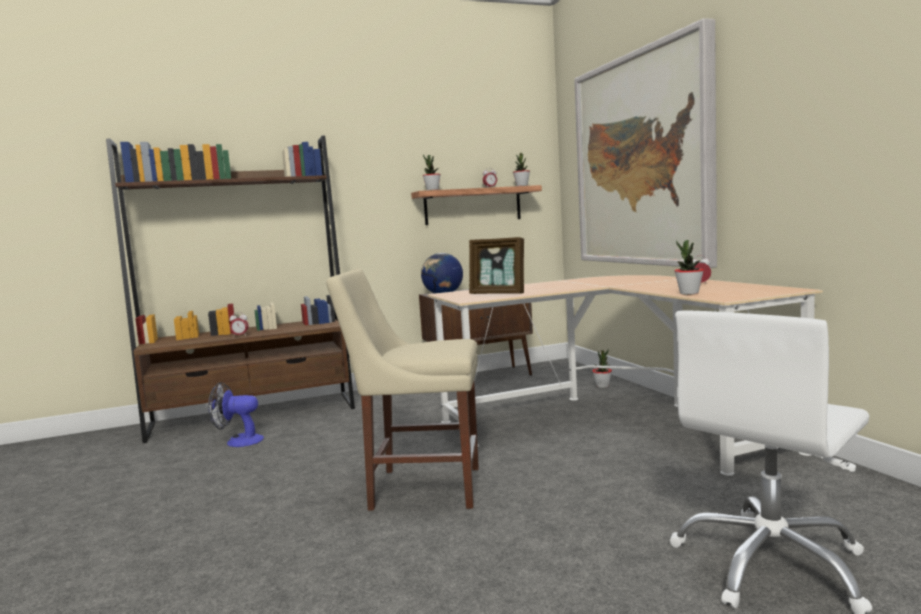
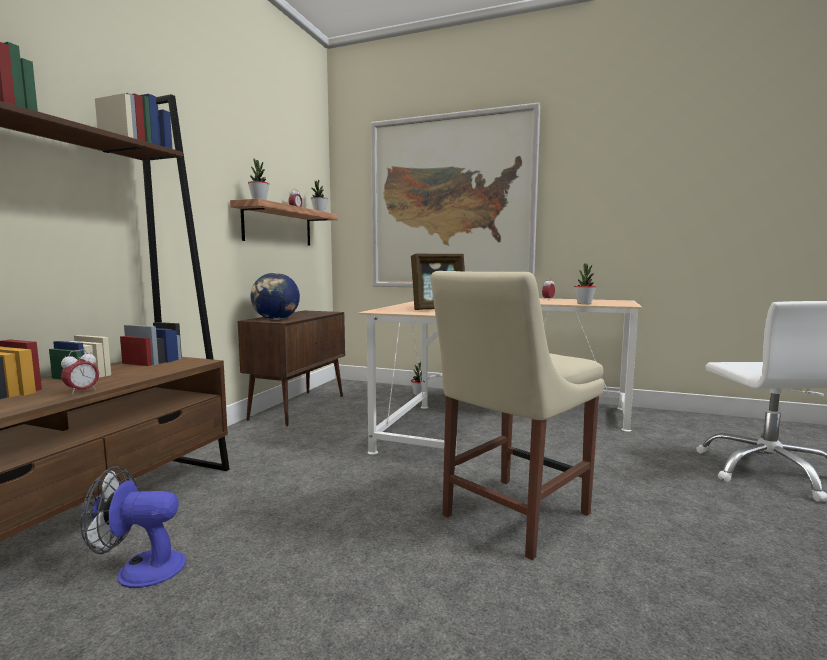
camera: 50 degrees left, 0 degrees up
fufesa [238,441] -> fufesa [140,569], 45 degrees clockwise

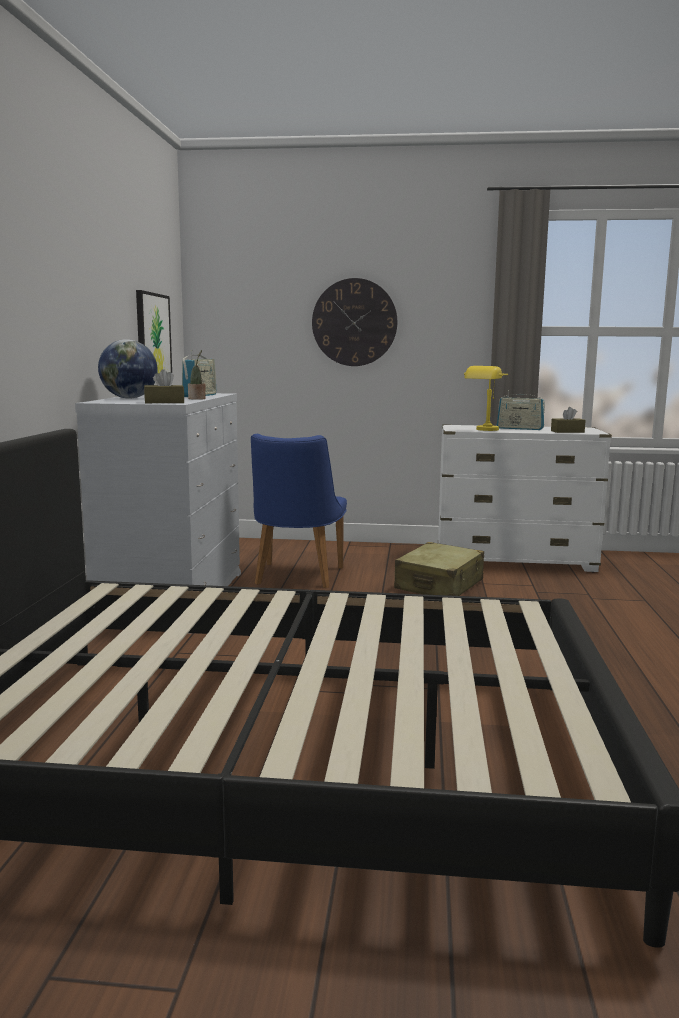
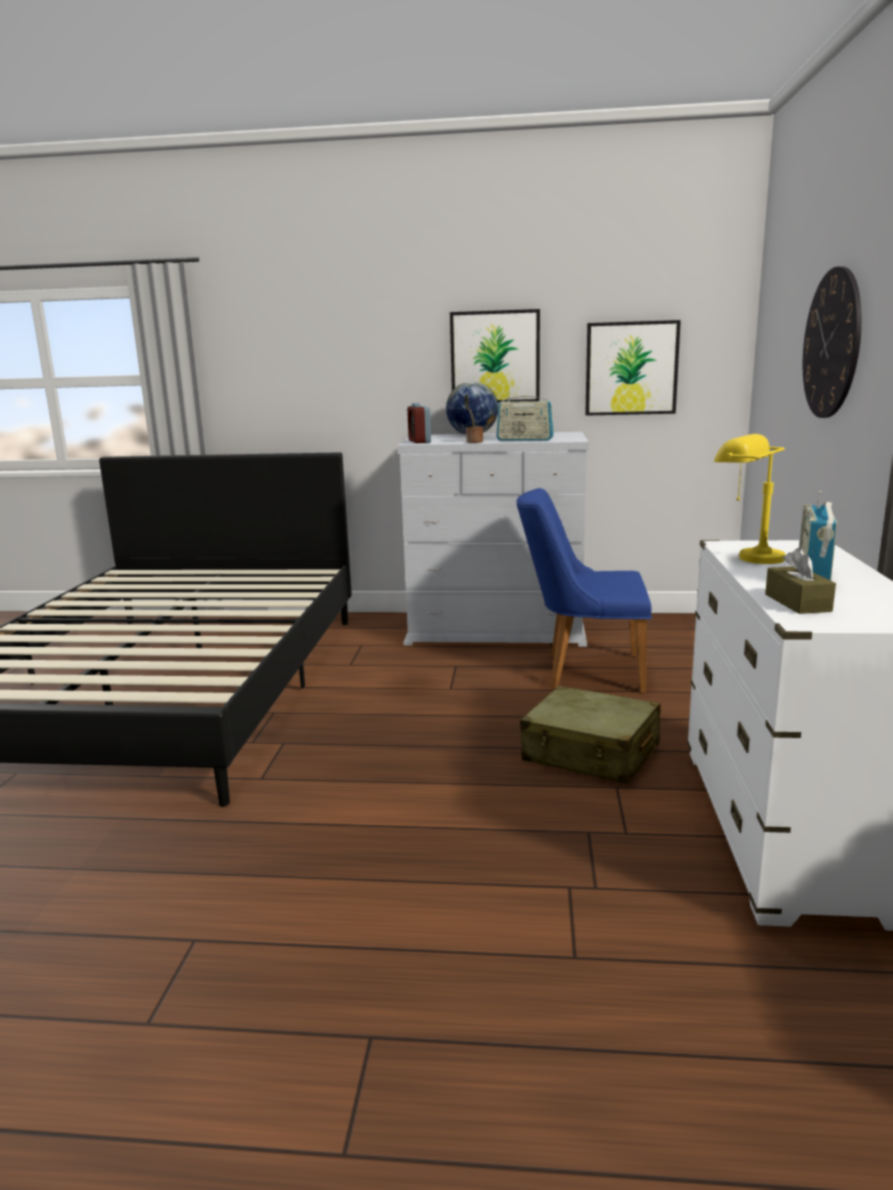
camera: 90 degrees right, 5 degrees up
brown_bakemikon [164,402] -> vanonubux [419,441]
none -> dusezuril [495,357]

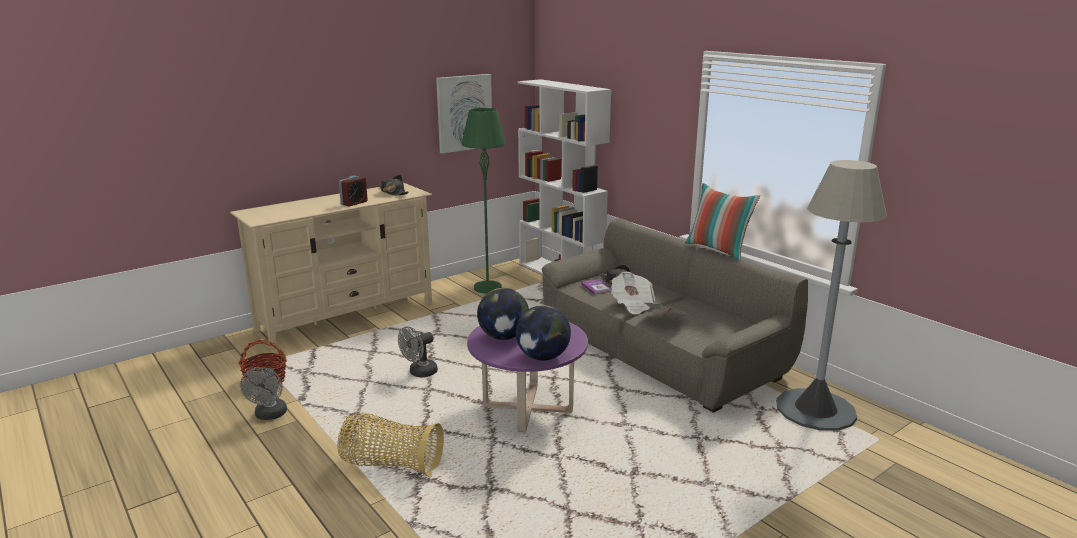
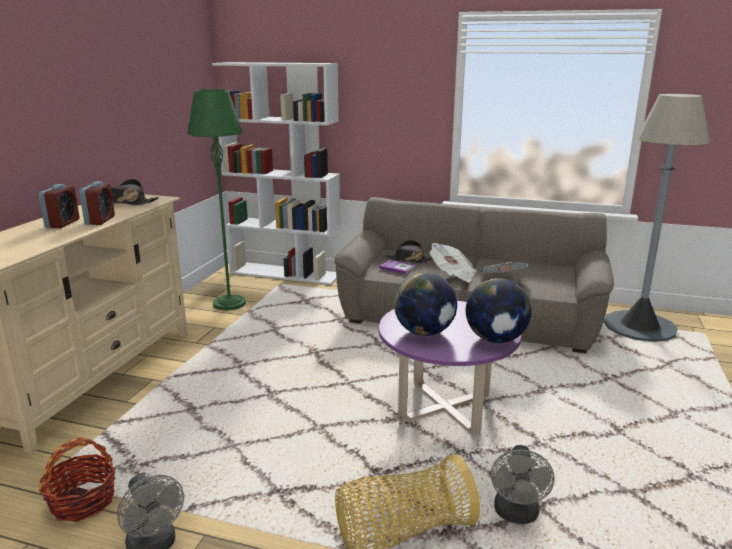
camera: 35 degrees left, 0 degrees up
none -> vanonubux [62,224]
grey_fufesa [419,373] -> grey_fufesa [516,515], move
dusezuril [464,113] -> none
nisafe [718,250] -> none

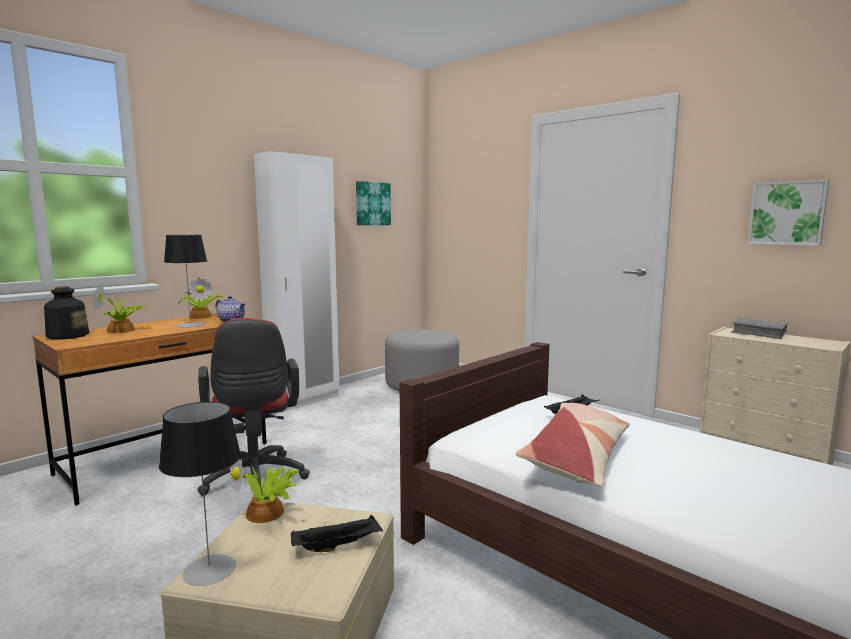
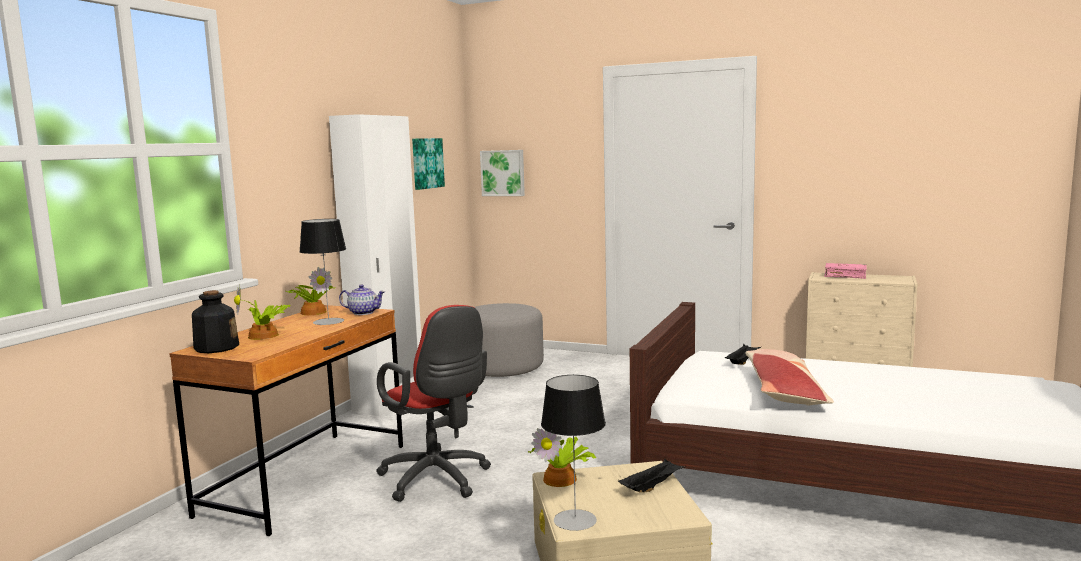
camera: 20 degrees left, 0 degrees up
dusezuril [787,213] -> dusezuril [503,173], move
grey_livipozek [758,334] -> pink_livipozek [845,276]

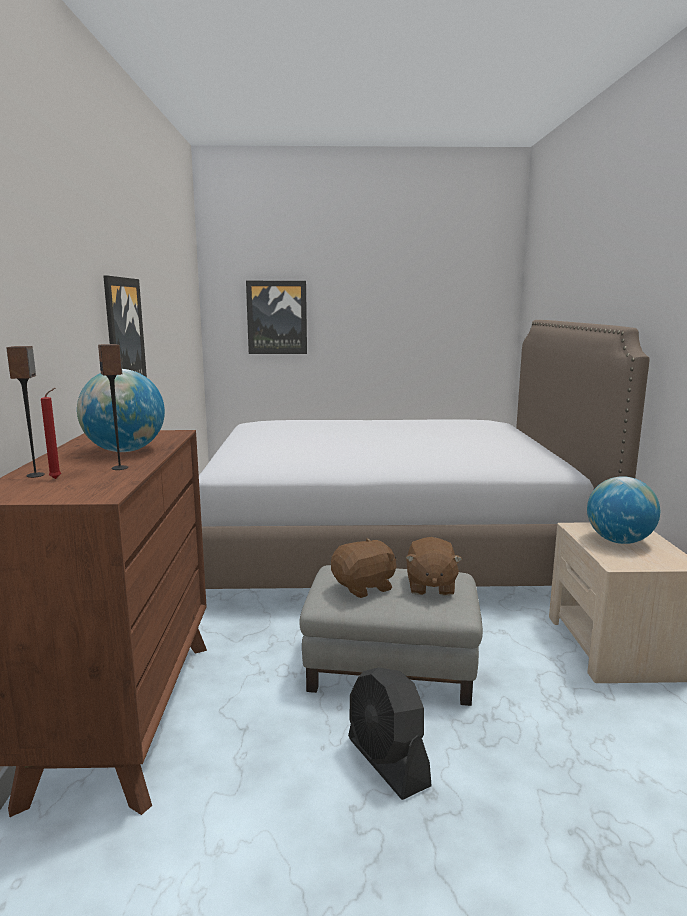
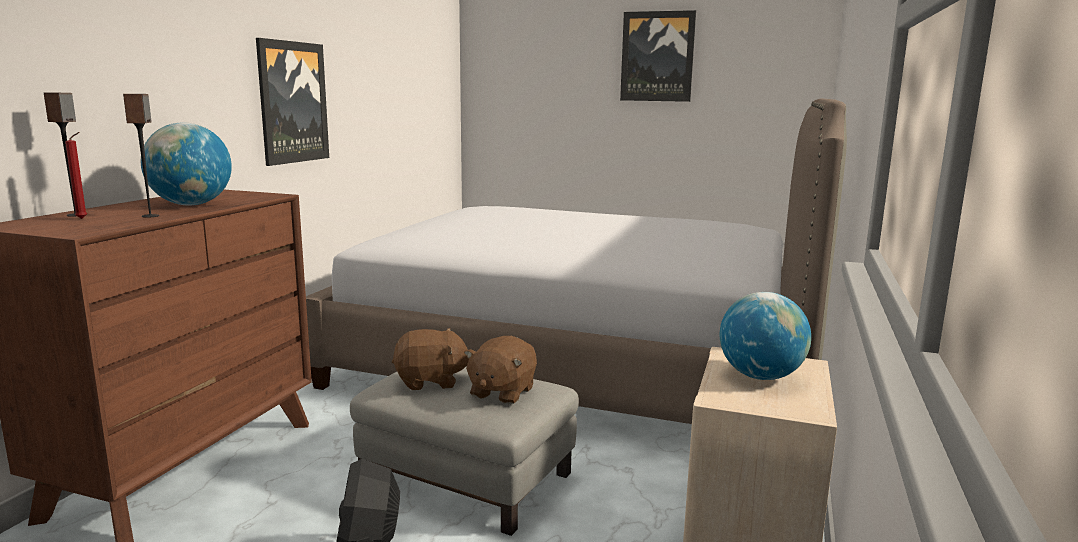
camera: 20 degrees right, 0 degrees up
dusezuril [277,317] -> dusezuril [657,56], move

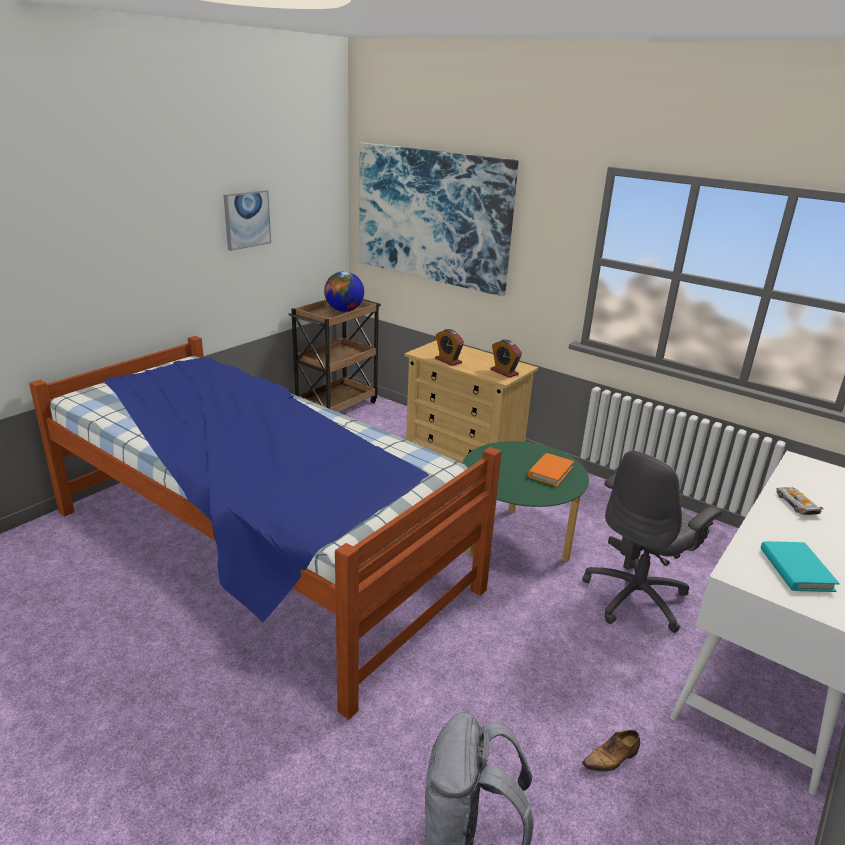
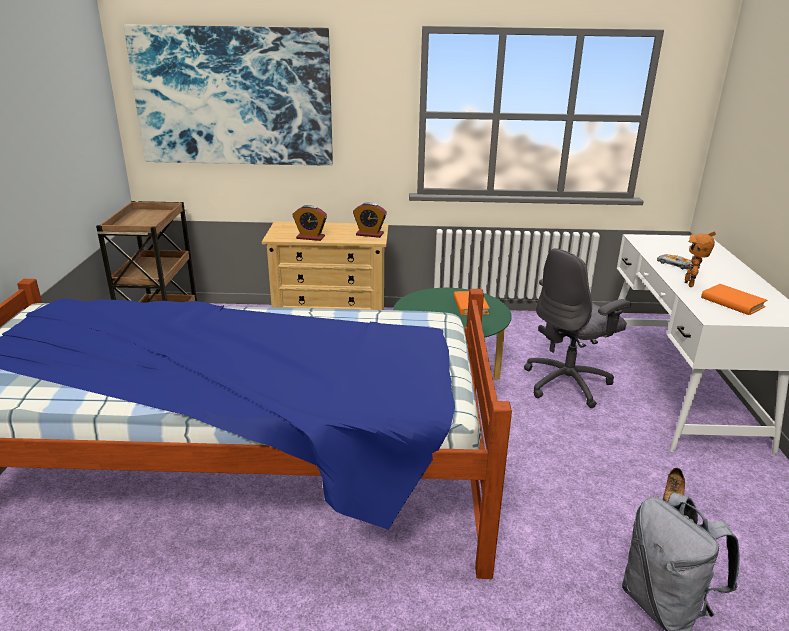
camera: 35 degrees left, 0 degrees up
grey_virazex [637,597] -> grey_virazex [568,383], 45 degrees clockwise
none -> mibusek [691,284]
turquoise_livipozek [796,569] -> orange_livipozek [732,302]
dusezuril [247,219] -> none
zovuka [344,310] -> none

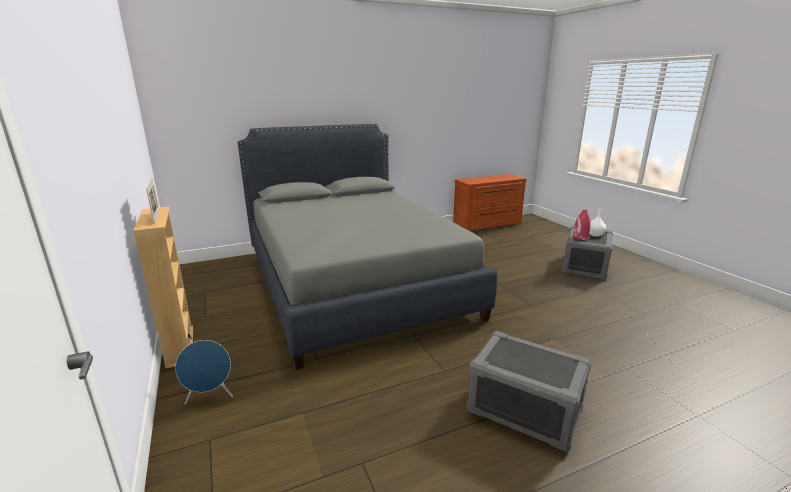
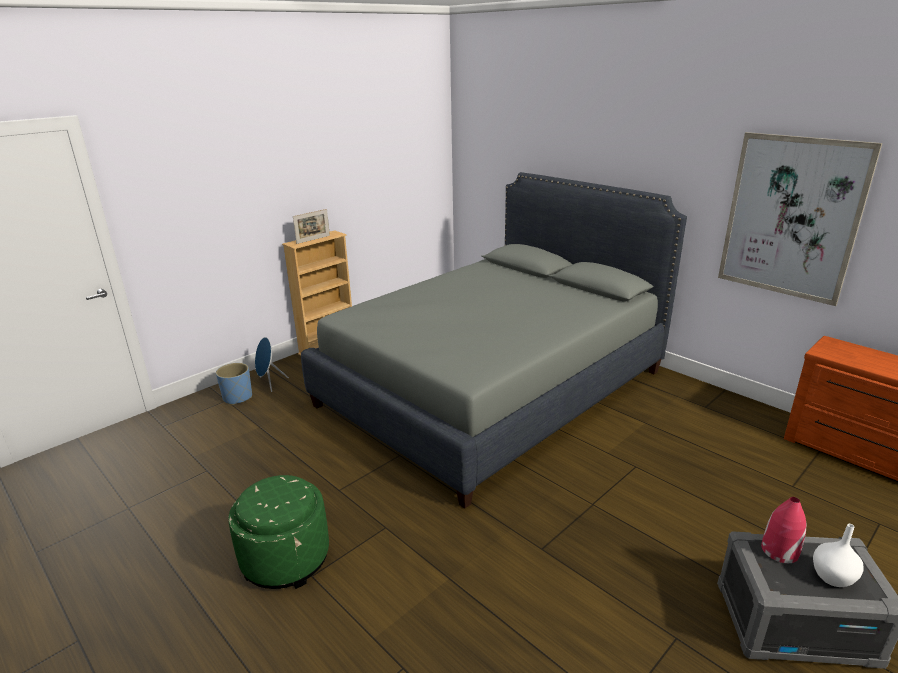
camera: 70 degrees right, 5 degrees up
none -> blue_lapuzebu [238,397]
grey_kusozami [523,409] -> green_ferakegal [286,559]
none -> dusezuril [791,217]

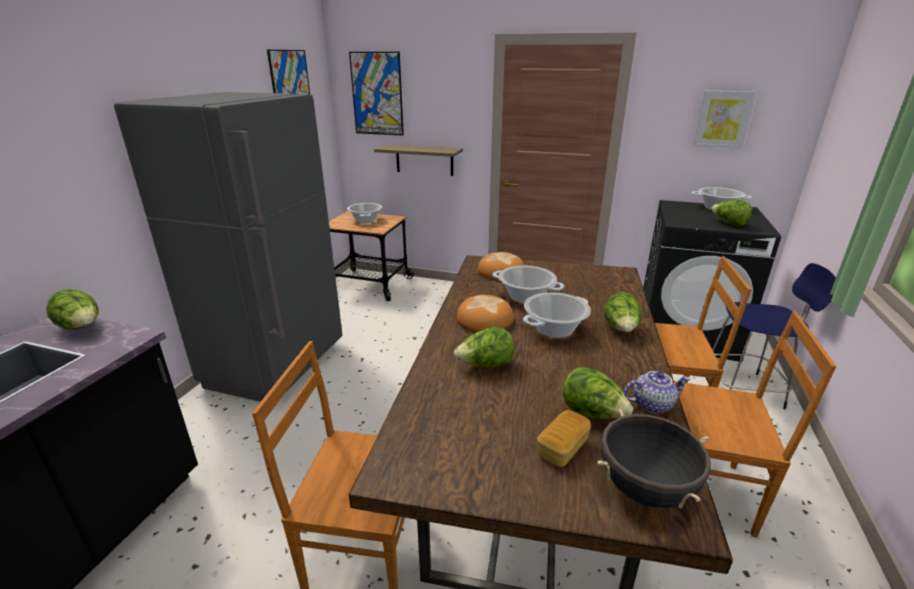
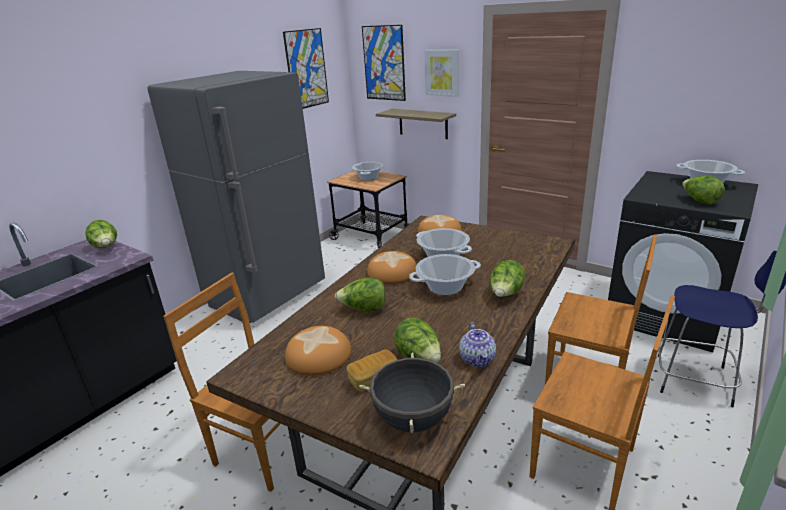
camera: 20 degrees right, 0 degrees up
none -> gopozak [318,356]
dusezuril [722,119] -> dusezuril [442,73], move
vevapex [652,404] -> vevapex [478,359], 75 degrees clockwise

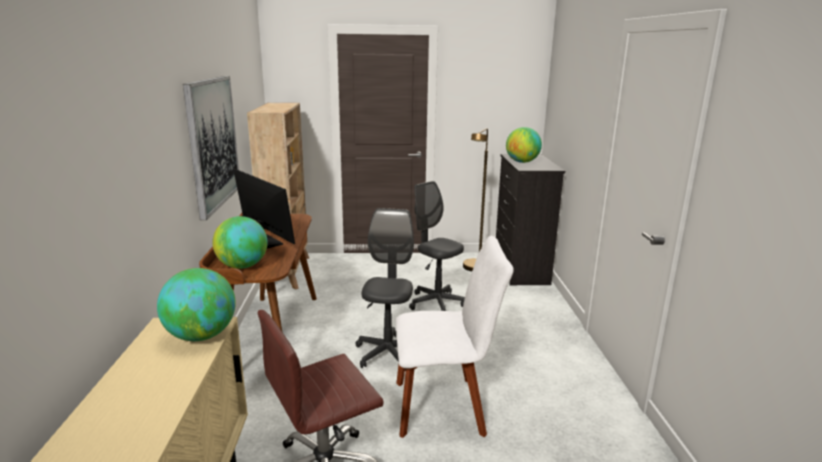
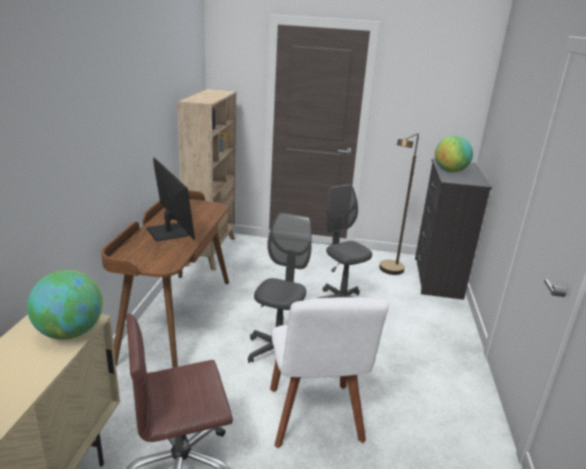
camera: 10 degrees right, 5 degrees up
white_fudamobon [444,407] -> white_fudamobon [315,418], 75 degrees clockwise
dusezuril [212,143] -> none
zovuka [242,266] -> none

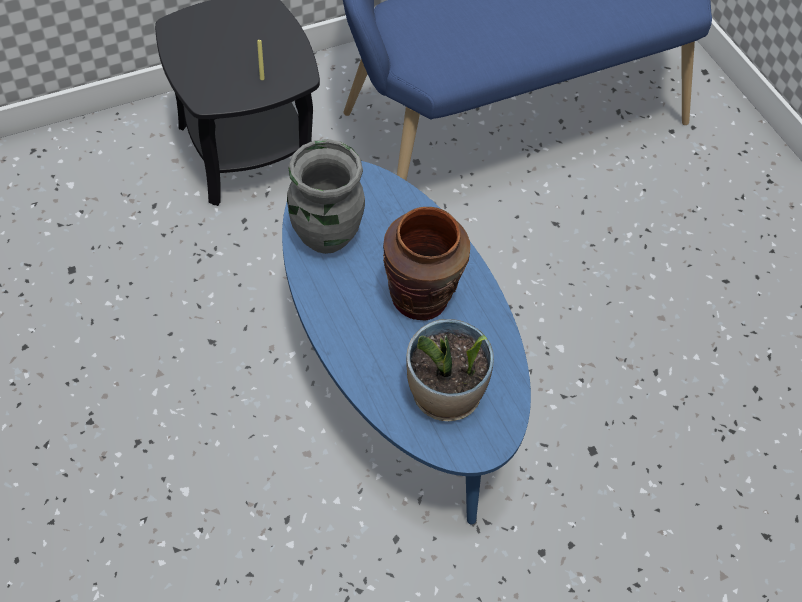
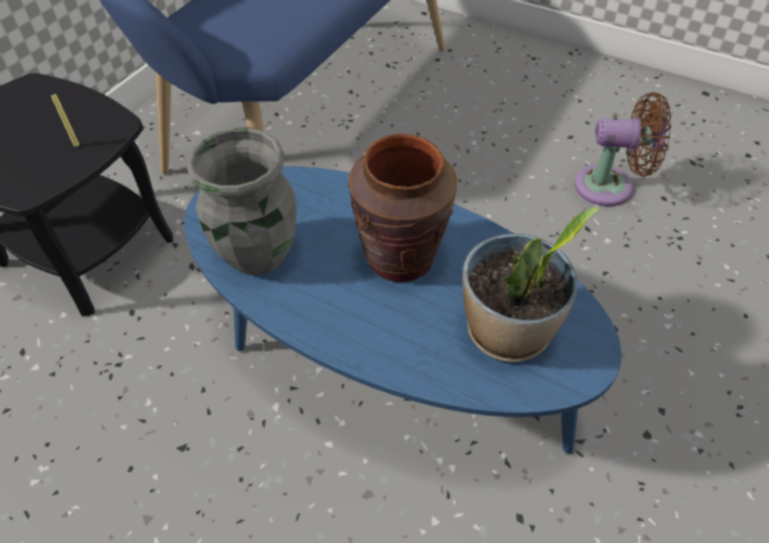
camera: 30 degrees left, 5 degrees down
none -> brown_fufesa [610,187]

